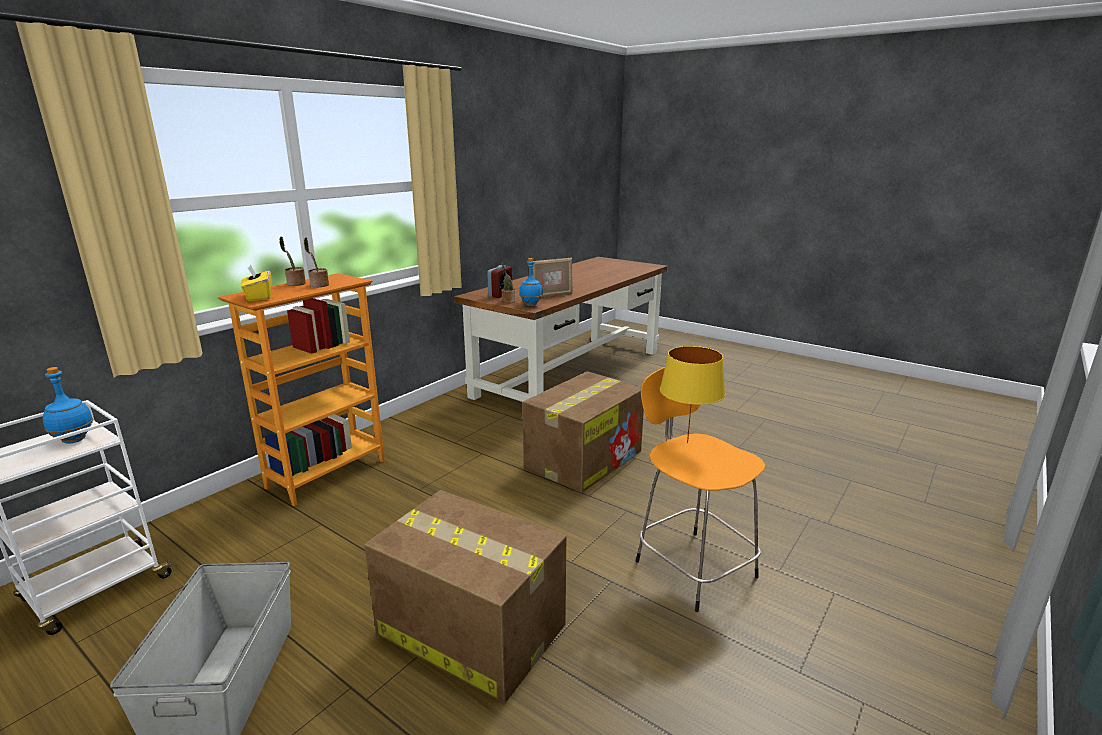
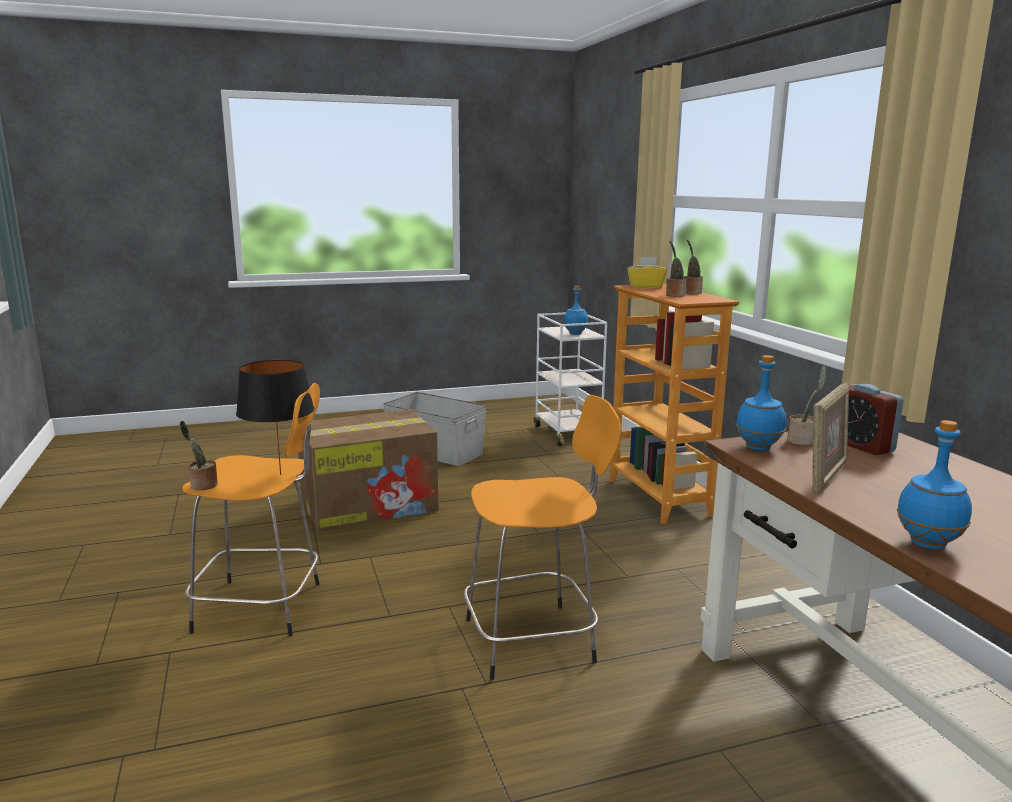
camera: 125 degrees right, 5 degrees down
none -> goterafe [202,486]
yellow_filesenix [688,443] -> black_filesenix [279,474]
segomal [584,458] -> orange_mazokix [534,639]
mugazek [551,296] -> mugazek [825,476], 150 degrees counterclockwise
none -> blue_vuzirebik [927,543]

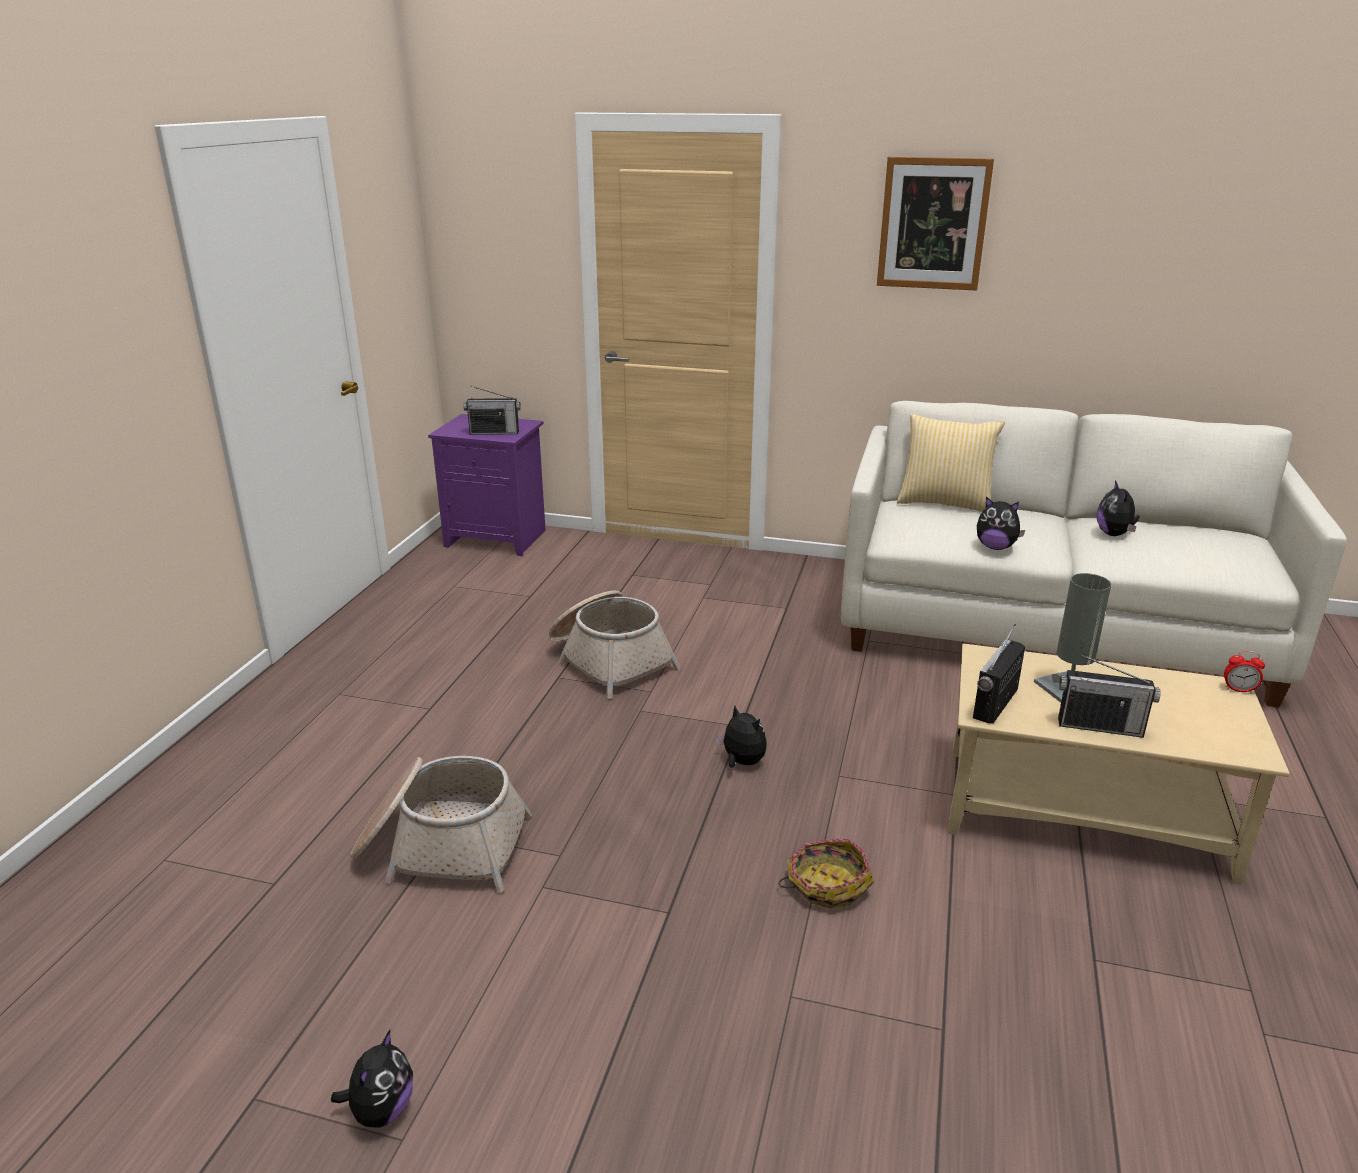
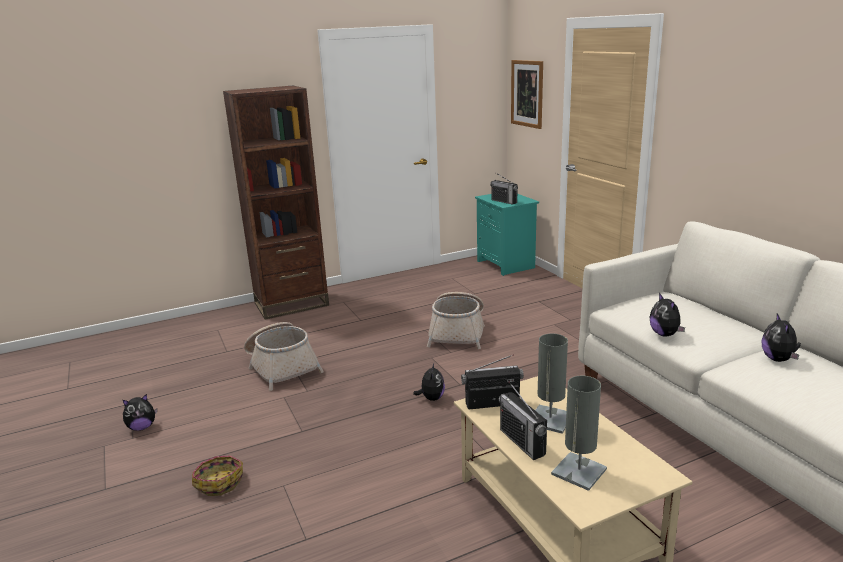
camera: 50 degrees right, 5 degrees down
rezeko [826,884] -> rezeko [219,482], move
none -> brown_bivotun [291,304]
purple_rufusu [498,538] -> turquoise_rufusu [507,265]
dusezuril [933,224] -> dusezuril [527,93], move
none -> grey_filesenix [579,471]
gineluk [1114,534] -> gineluk [778,359], 45 degrees counterclockwise
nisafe [945,503] -> none
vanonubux [1238,690] -> none

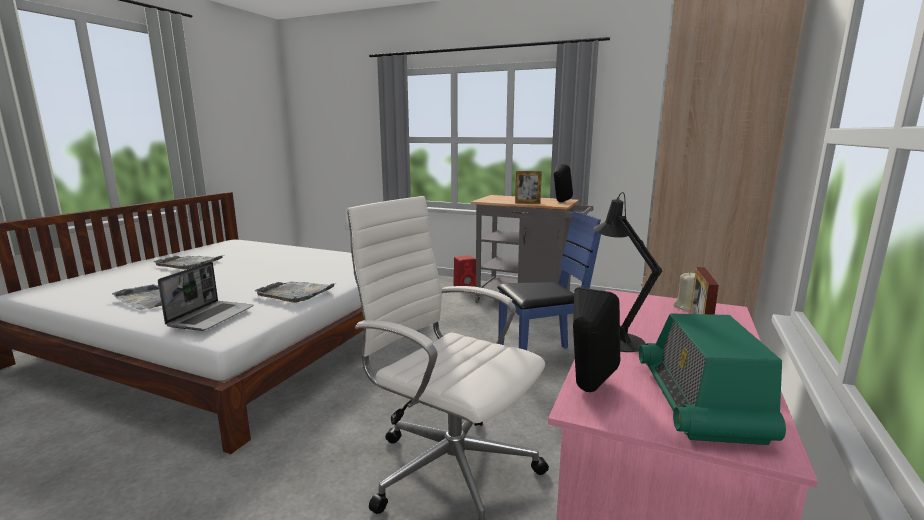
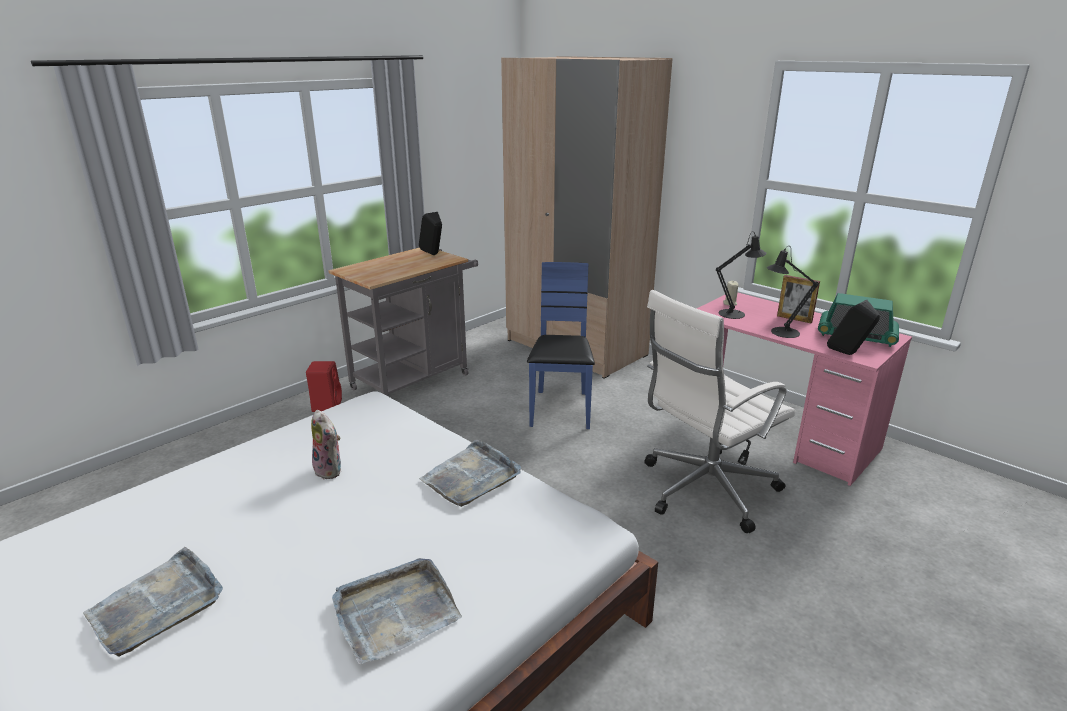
camera: 70 degrees left, 10 degrees up
none -> gineluk [331,470]
none -> black_filesenix [735,313]
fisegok [211,316] -> none
mugazek [527,203] -> none

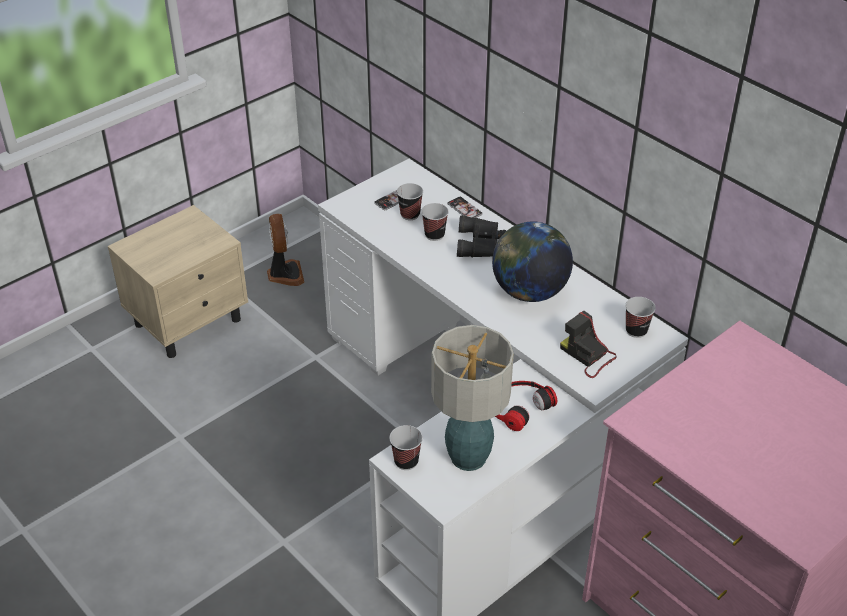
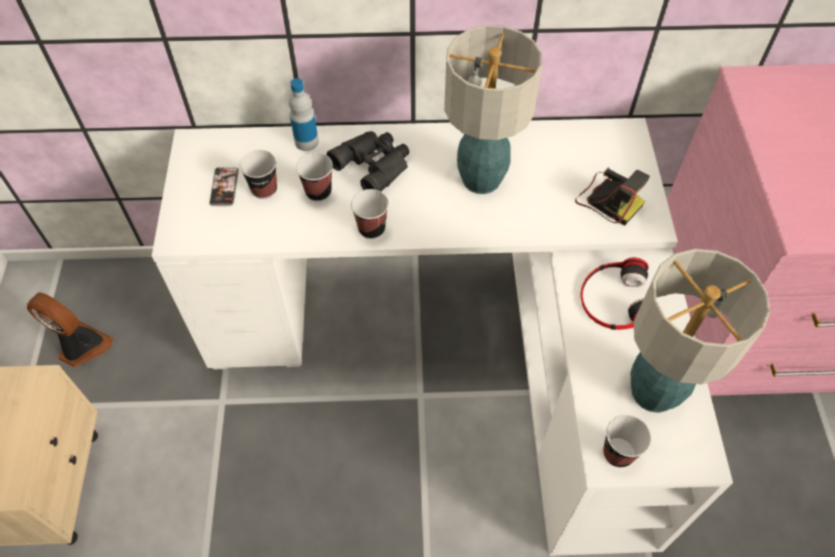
camera: 50 degrees left, 15 degrees up
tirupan [464,209] -> vuzirebik [306,142]
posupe [636,331] -> posupe [371,229], move
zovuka [529,292] -> filesenix [480,179]
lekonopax [588,356] -> lekonopax [608,200], 135 degrees counterclockwise

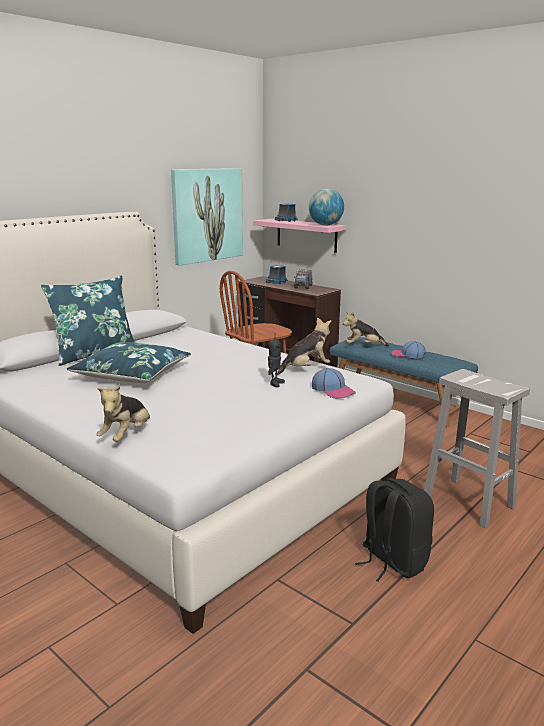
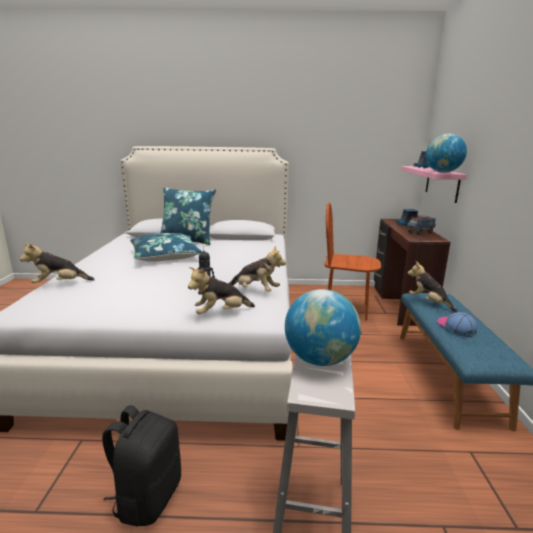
camera: 50 degrees right, 0 degrees up
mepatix [333,390] -> gineluk [221,313]
none -> zovuka [320,359]
dusezuril [207,215] -> none

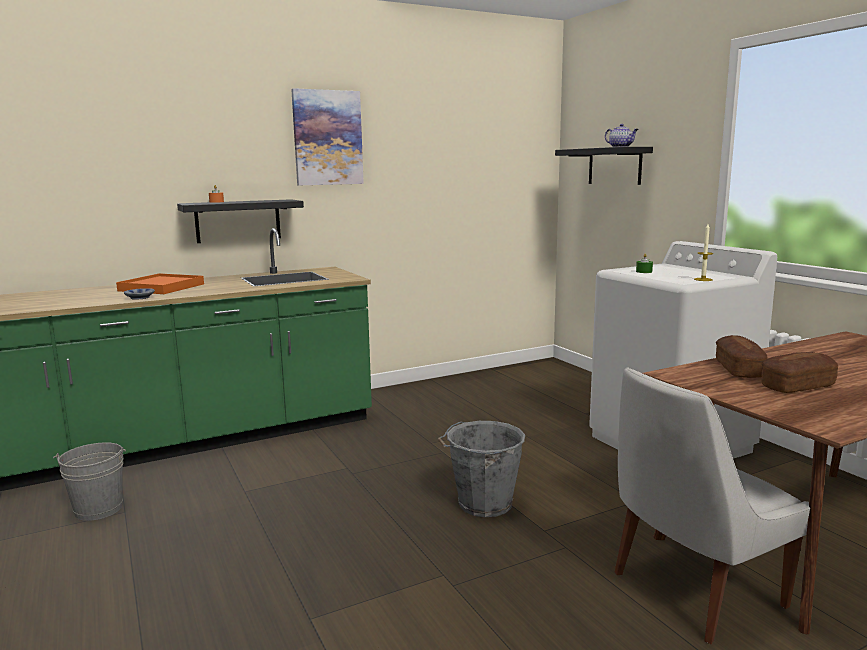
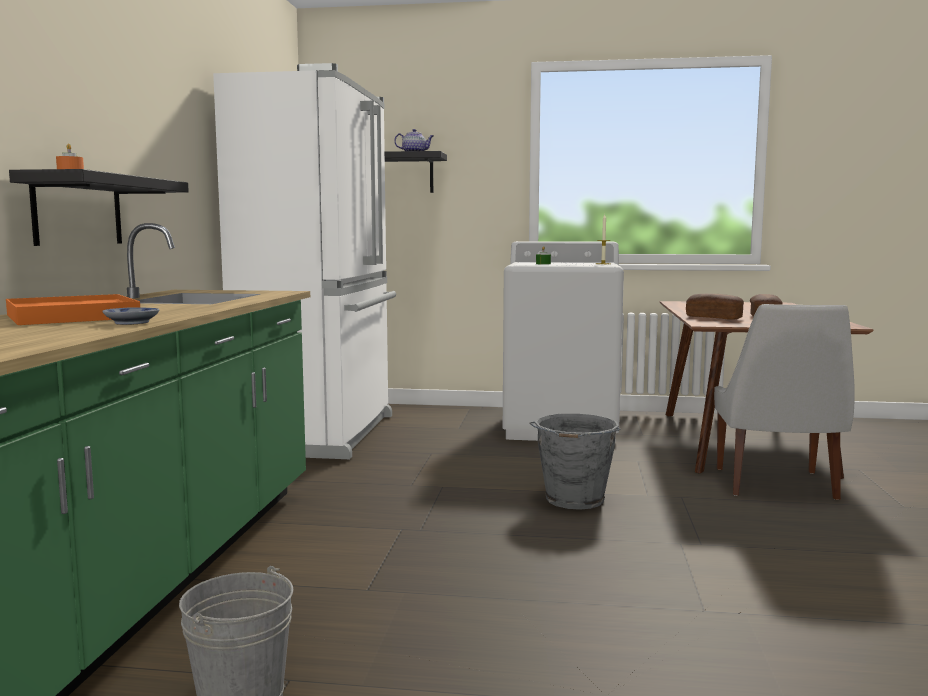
camera: 55 degrees left, 5 degrees down
none -> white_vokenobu [323,434]
dusezuril [327,138] -> none

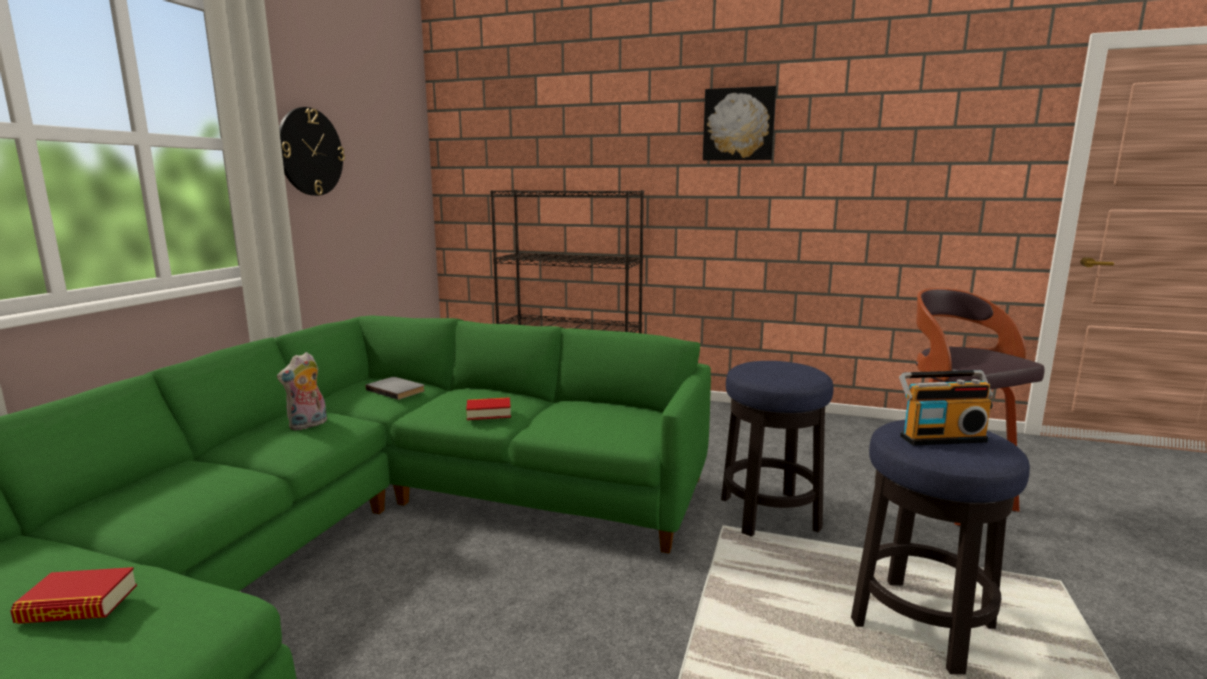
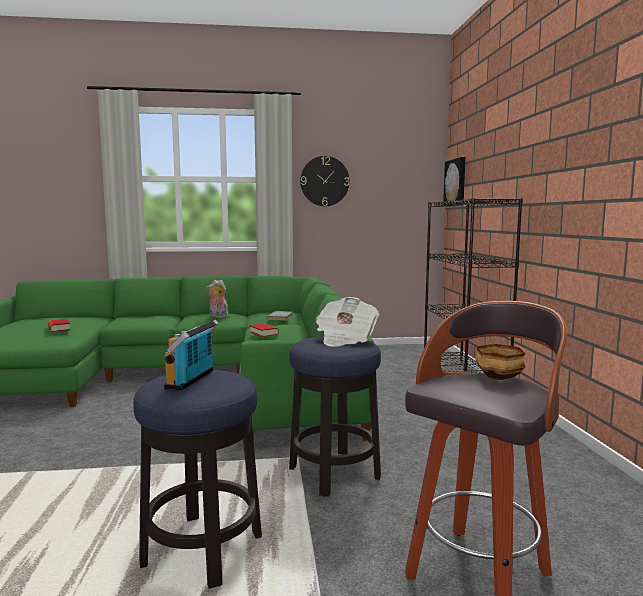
camera: 65 degrees right, 5 degrees down
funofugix [940,437] -> funofugix [193,380], 45 degrees clockwise
none -> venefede [345,339]
dusezuril [739,124] -> dusezuril [456,182], move
none -> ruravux [500,378]

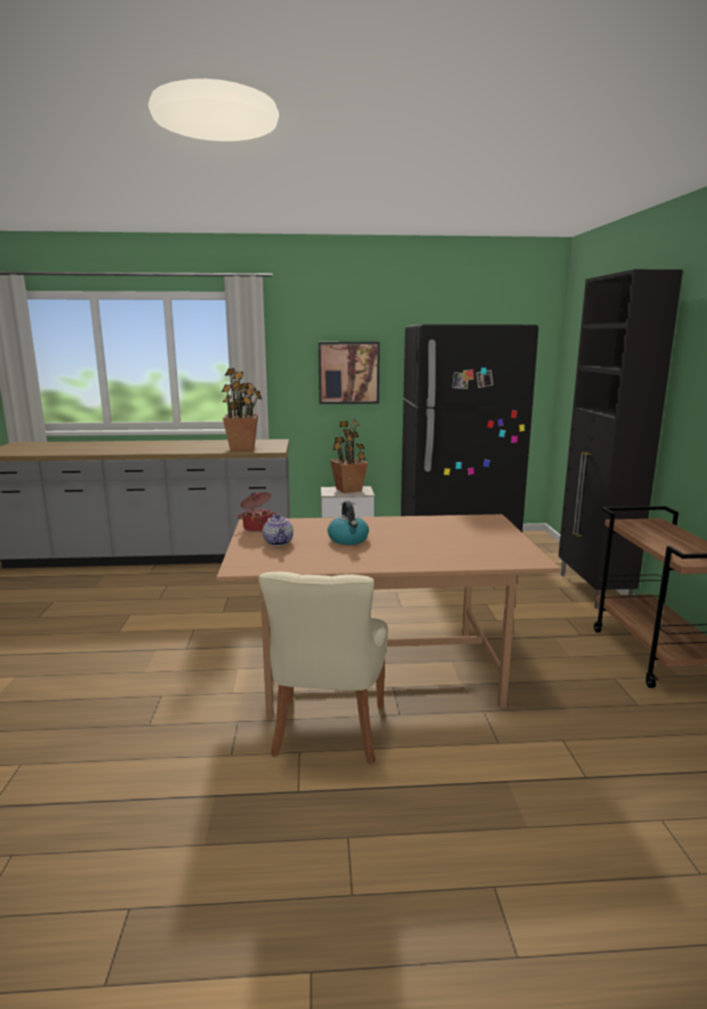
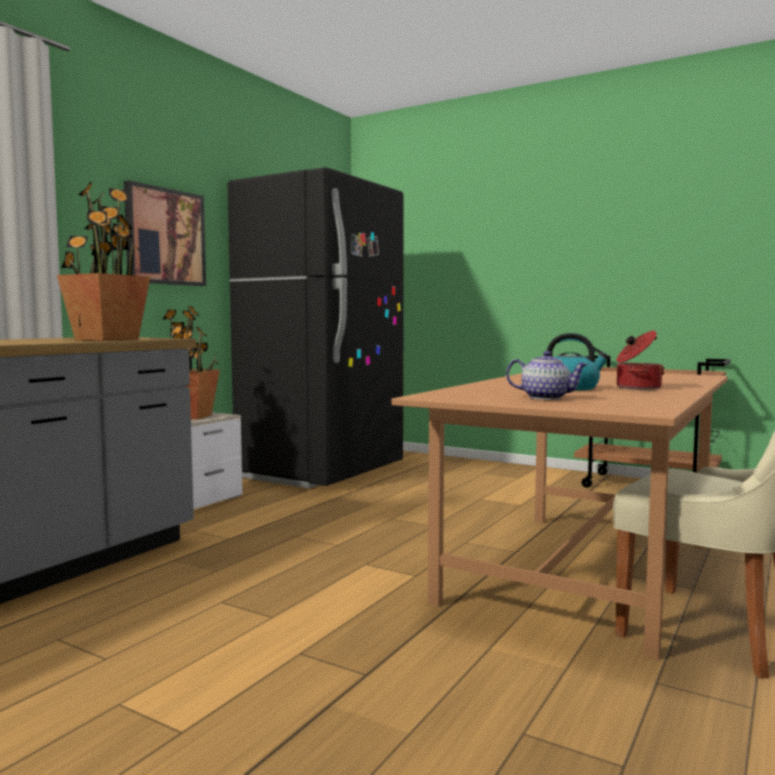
camera: 55 degrees left, 10 degrees down
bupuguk [257,527] -> bupuguk [637,388], move
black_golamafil [593,590] -> none

